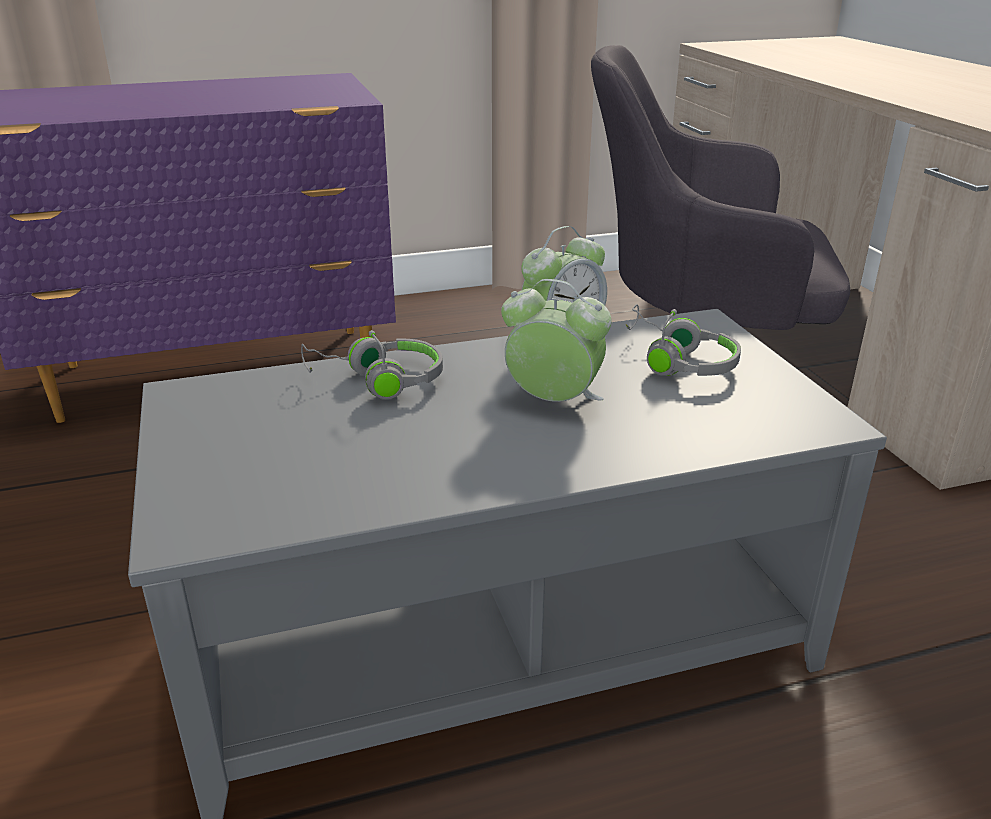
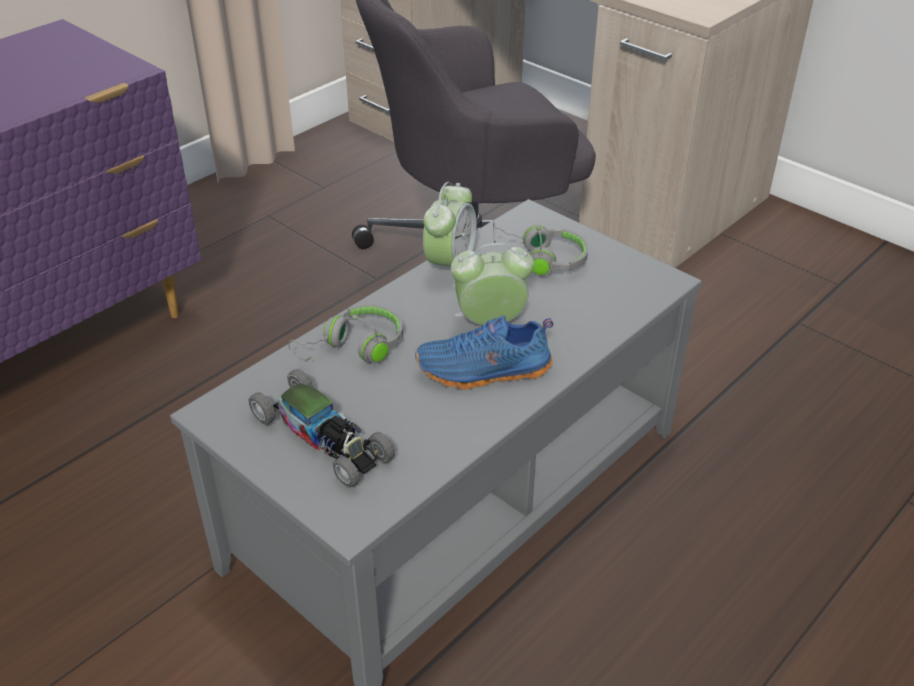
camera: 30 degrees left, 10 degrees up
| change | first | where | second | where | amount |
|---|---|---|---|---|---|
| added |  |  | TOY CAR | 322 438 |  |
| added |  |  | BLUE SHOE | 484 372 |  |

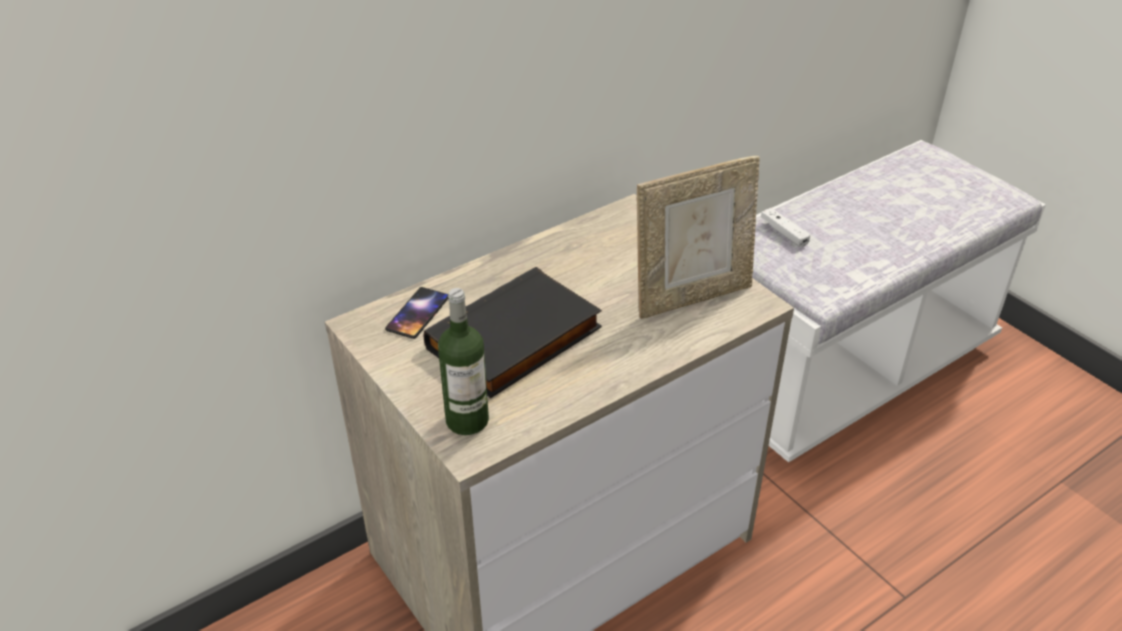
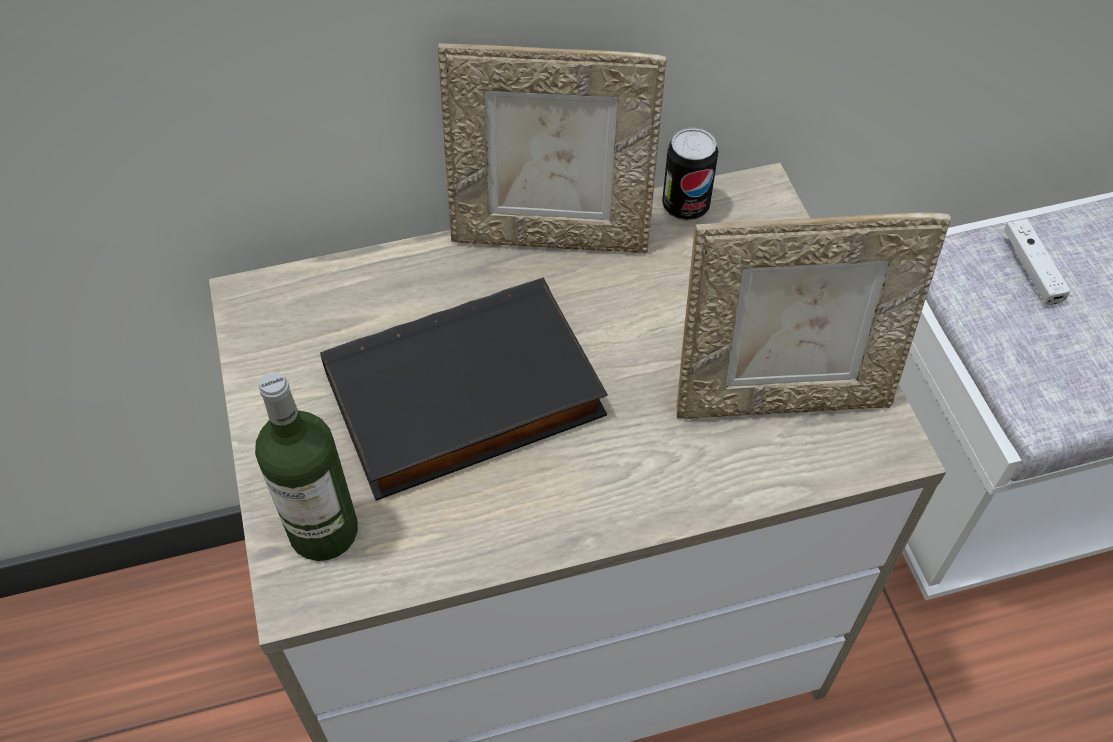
camera: 20 degrees right, 15 degrees up
| change | first | where | second | where | amount |
|---|---|---|---|---|---|
| added |  |  | PICTURE FRAME | 551 235 |  |
| added |  |  | CAN | 685 206 |  |
| removed | PHONE | 418 313 |  |  |  |

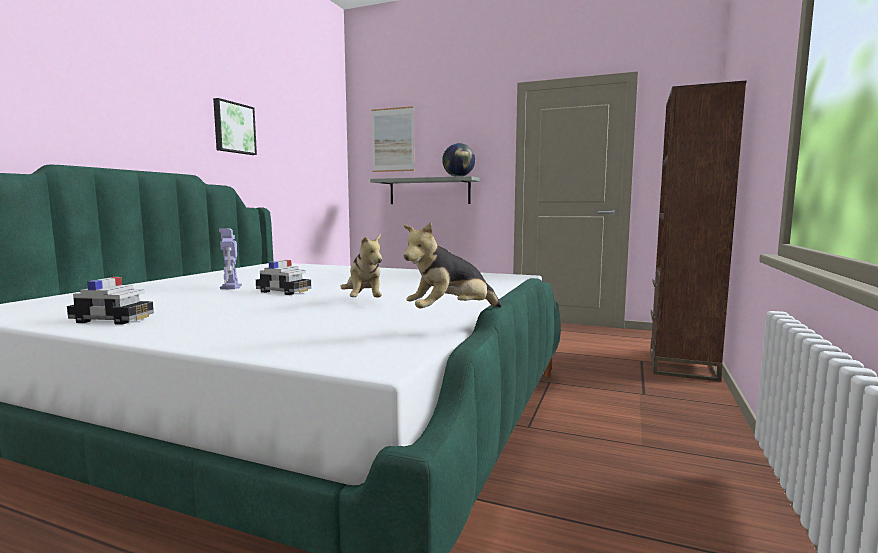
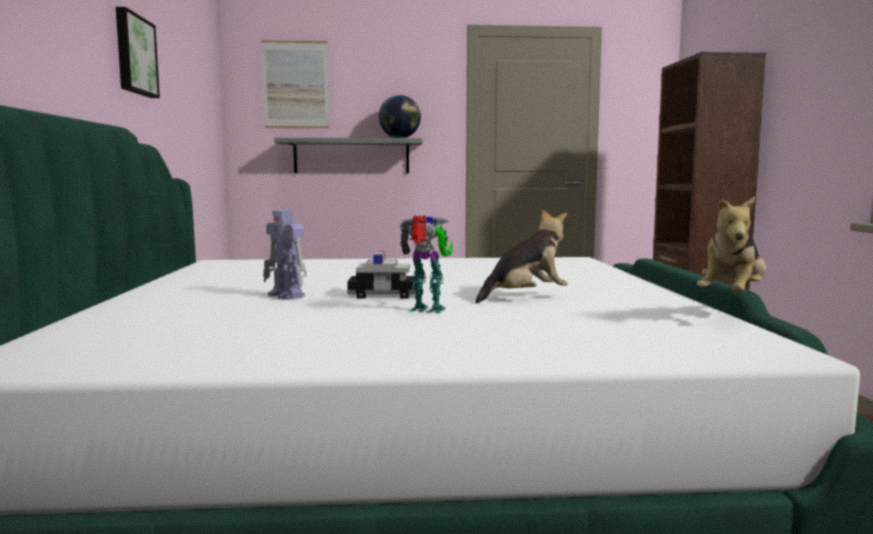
camera: 25 degrees left, 0 degrees up
| change | first | where | second | where | amount |
|---|---|---|---|---|---|
| added |  |  | TOY ROBOT | 428 310 |  |
| turned | PLUSH TOY | 364 301 |  | 525 297 | 75 degrees counterclockwise |
| removed | TOY CAR | 112 319 |  |  |  |

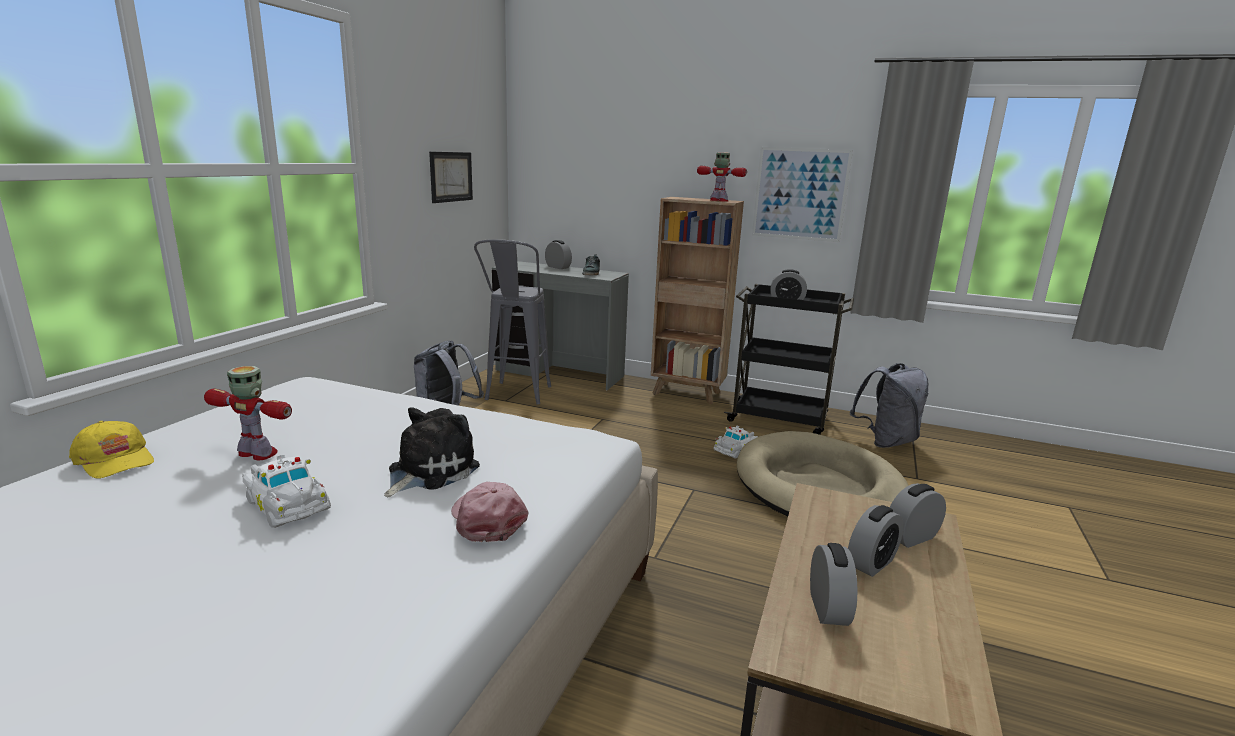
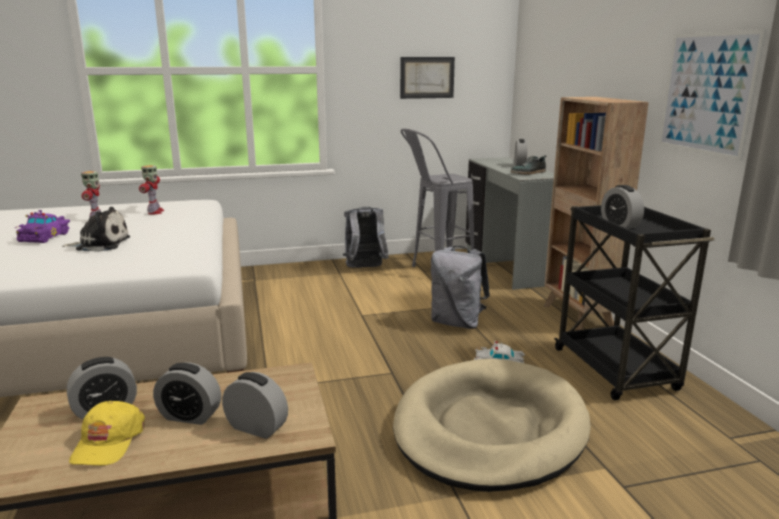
camera: 55 degrees right, 0 degrees up
| change | first | where | second | where | amount |
|---|---|---|---|---|---|
| recoloured | WHITE TOY CAR | 288 503 | PURPLE TOY CAR | 46 237 |  |
| moved | YELLOW CAP | 115 460 |  | 108 442 |  |
| moved | TOY ROBOT | 719 201 |  | 155 212 |  |
| moved | GREY BACKPACK | 886 441 |  | 457 323 |  |
| removed | PINK CAP | 487 519 |  |  |  |

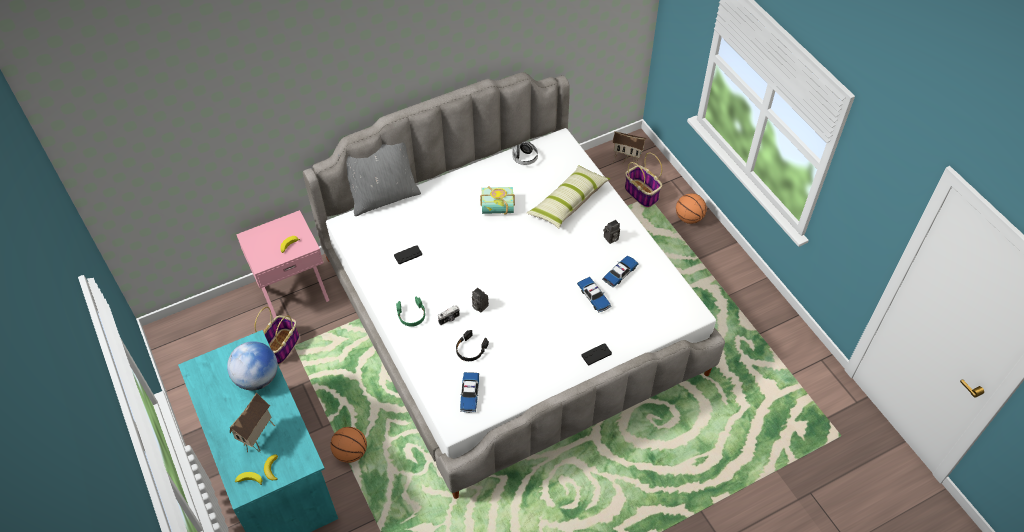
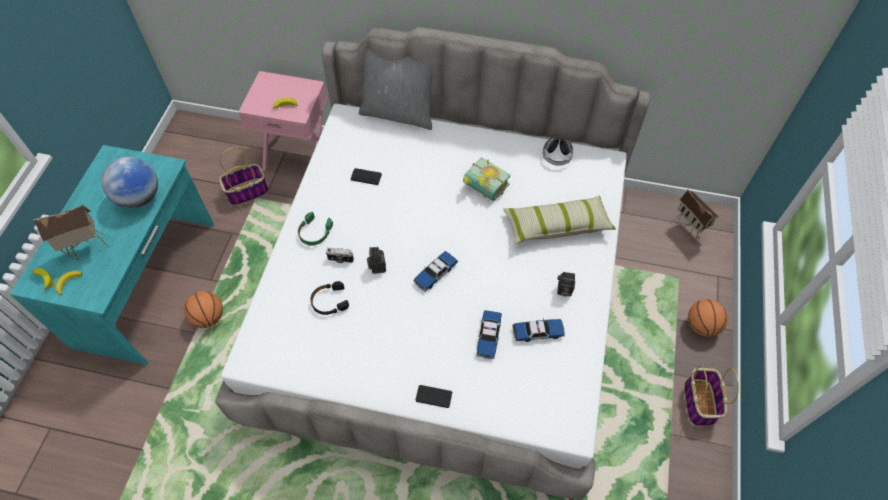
camera: 40 degrees right, 5 degrees up
| change | first | where | second | where | amount |
|---|---|---|---|---|---|
| moved | TOY CAR | 469 394 |  | 435 273 |  |
| moved | BASKET | 642 194 |  | 700 403 |  |

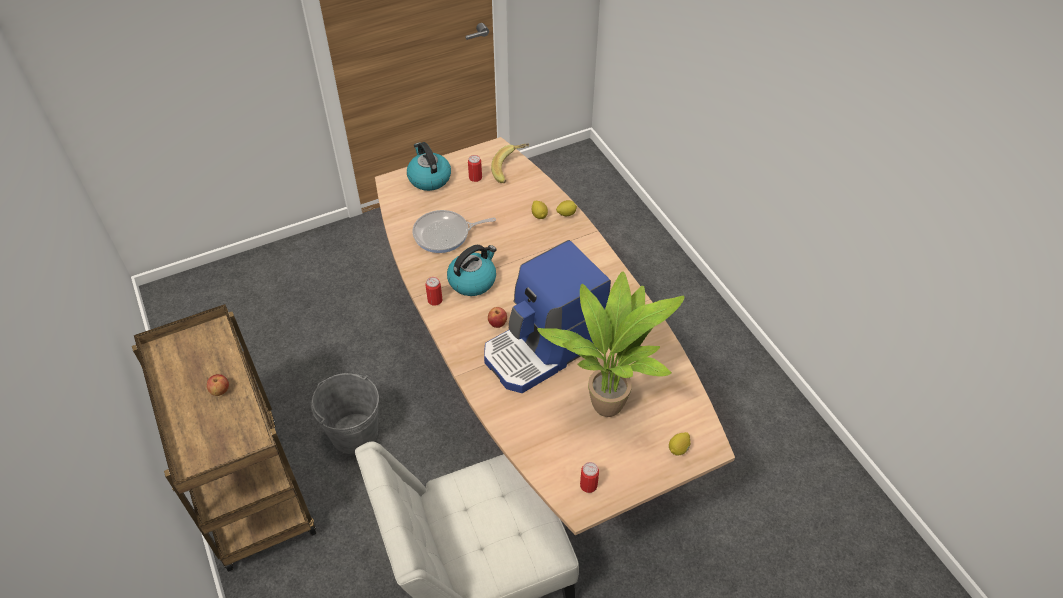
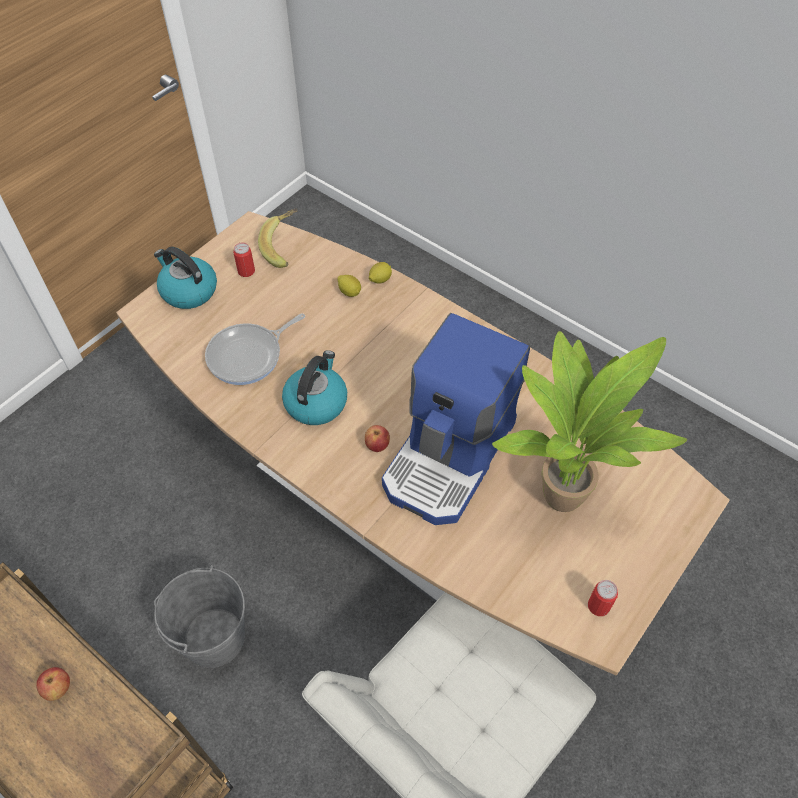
camera: 25 degrees left, 5 degrees up
| change | first | where | second | where | amount |
|---|---|---|---|---|---|
| removed | CAN | 435 300 |  |  |  |
| removed | LEMON | 678 449 |  |  |  |

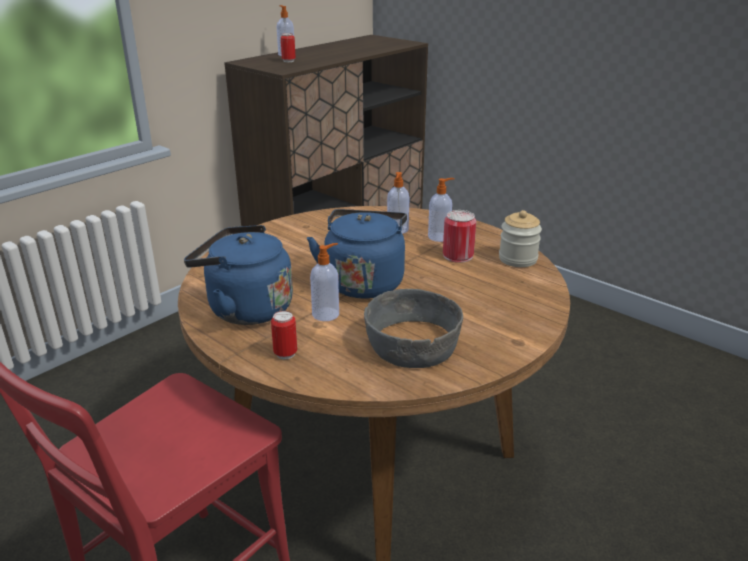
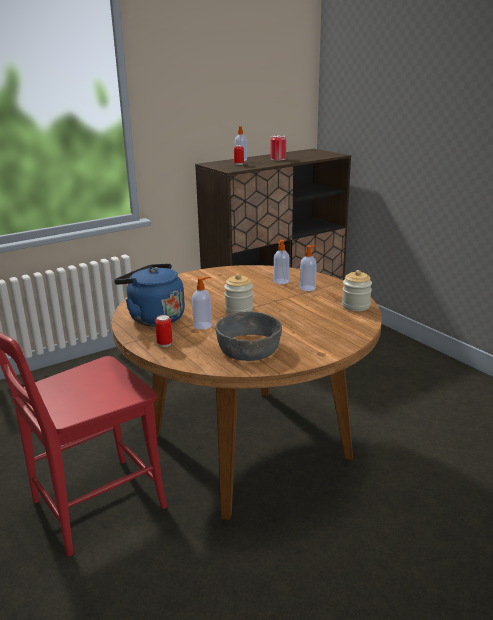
camera: 15 degrees right, 5 degrees down
| change | first | where | second | where | amount |
|---|---|---|---|---|---|
| replaced | BLUE KETTLE | 364 282 | JAR | 239 310 |  |
| moved | CAN | 458 255 |  | 278 159 |  |

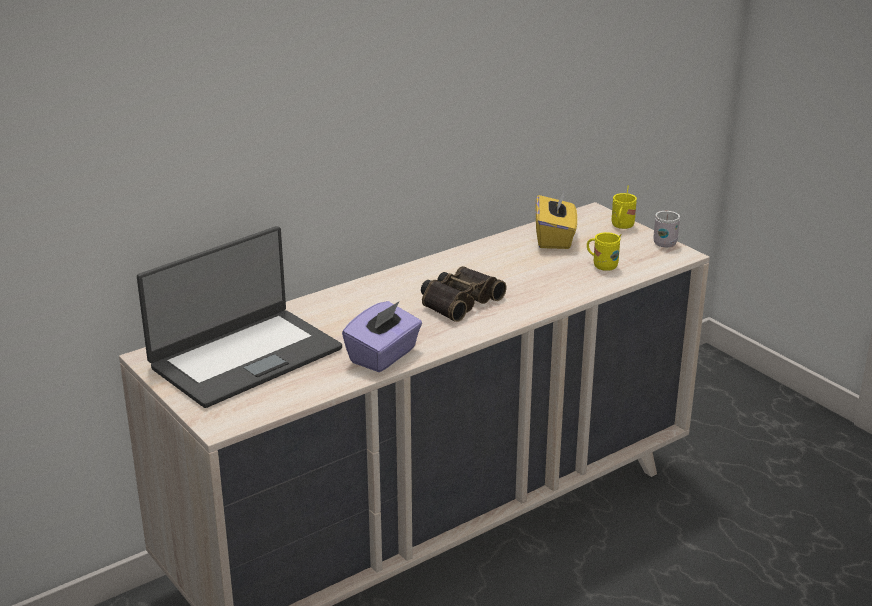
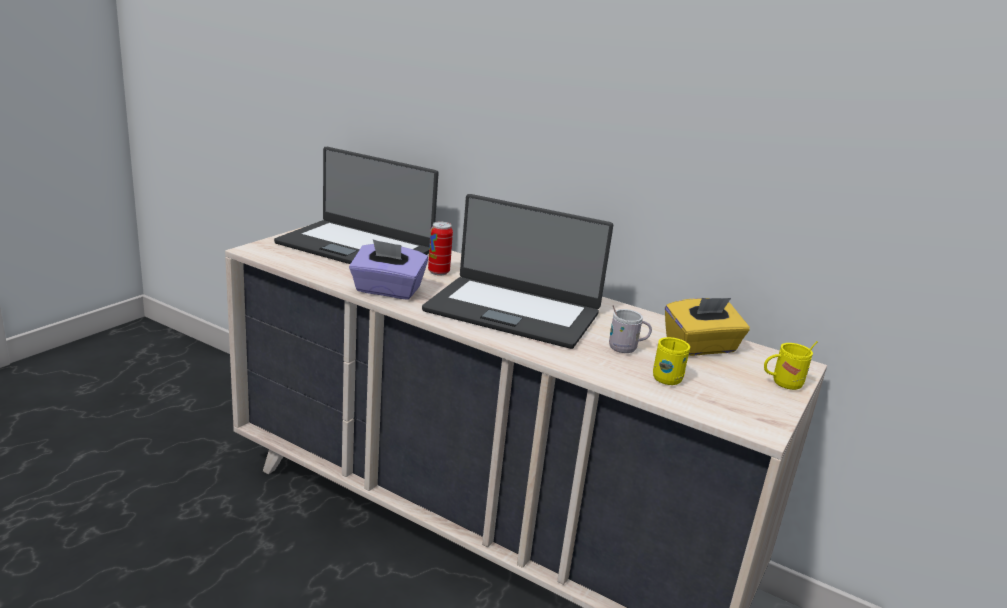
camera: 65 degrees right, 5 degrees down
| change | first | where | second | where | amount |
|---|---|---|---|---|---|
| replaced | BINOCULARS | 458 301 | LAPTOP | 513 311 |  |
| added |  |  | CAN | 438 272 |  |
| moved | WHITE MUG | 665 242 |  | 626 349 |  |

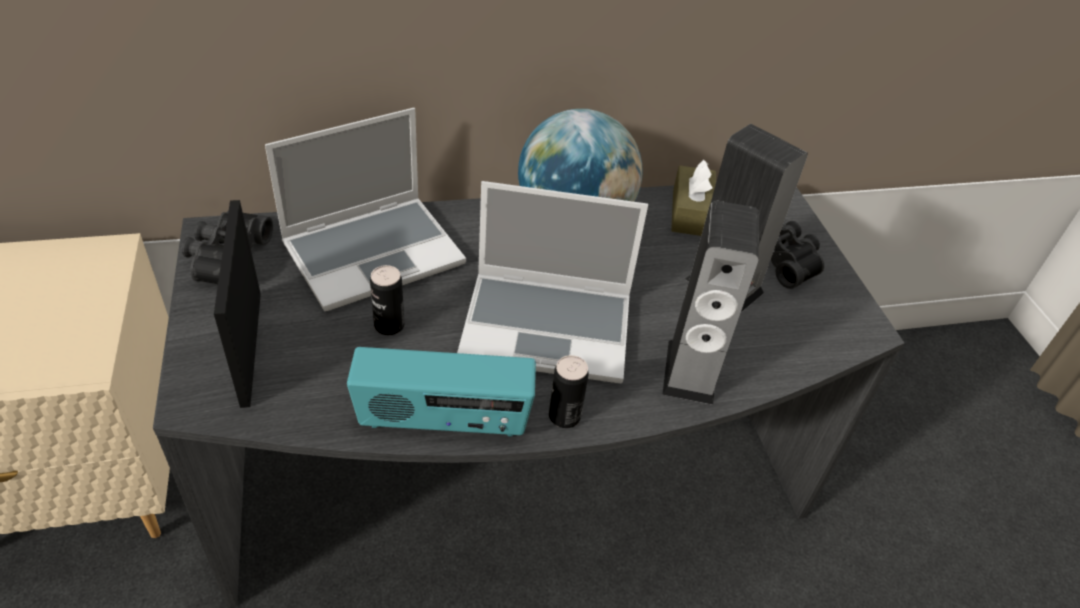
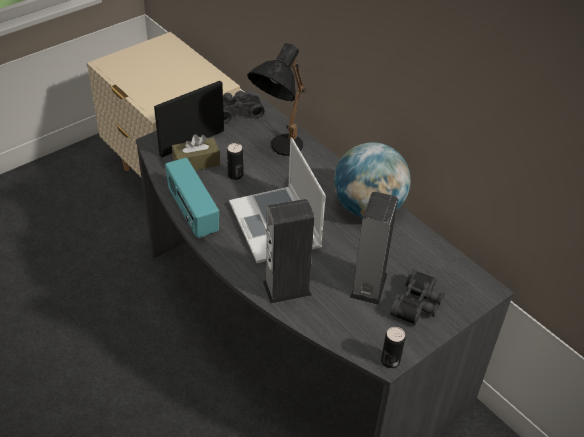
camera: 65 degrees right, 0 degrees up
| change | first | where | second | where | amount |
|---|---|---|---|---|---|
| moved | BROWN TISSUE BOX | 690 212 |  | 196 162 |  |
| replaced | LAPTOP | 375 252 | BLACK TABLE LAMP | 278 151 |  |
| moved | CAN | 564 416 |  | 390 361 |  |

